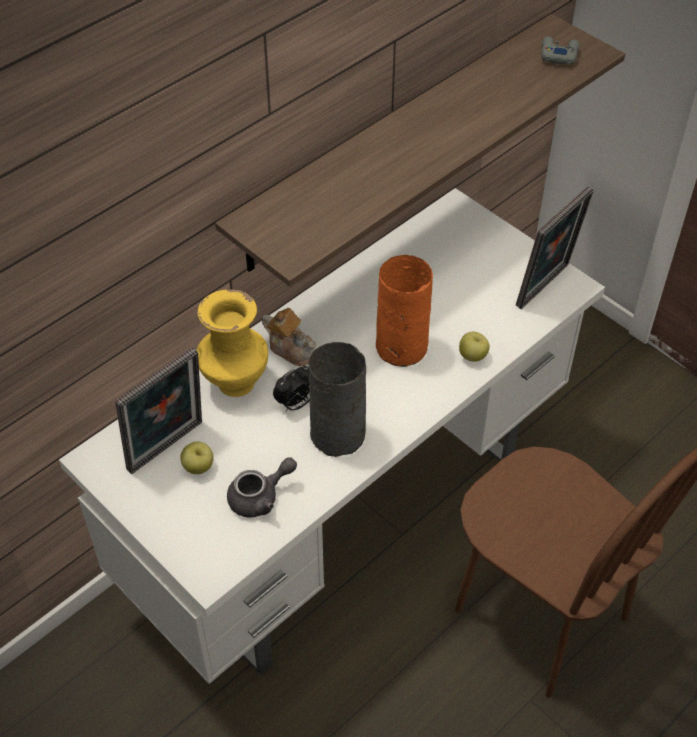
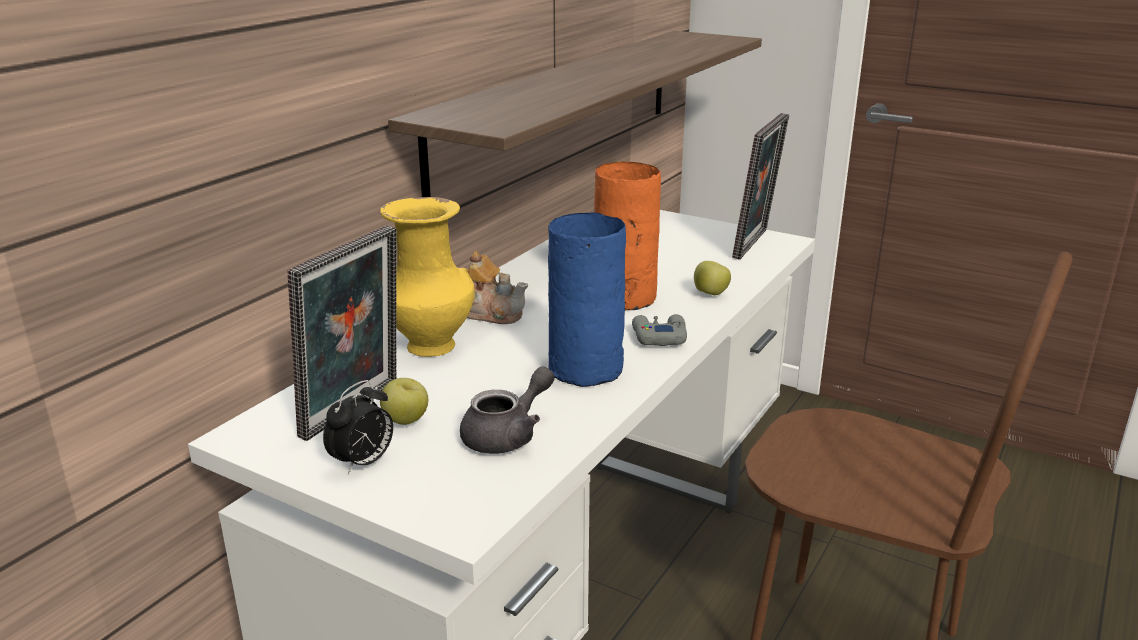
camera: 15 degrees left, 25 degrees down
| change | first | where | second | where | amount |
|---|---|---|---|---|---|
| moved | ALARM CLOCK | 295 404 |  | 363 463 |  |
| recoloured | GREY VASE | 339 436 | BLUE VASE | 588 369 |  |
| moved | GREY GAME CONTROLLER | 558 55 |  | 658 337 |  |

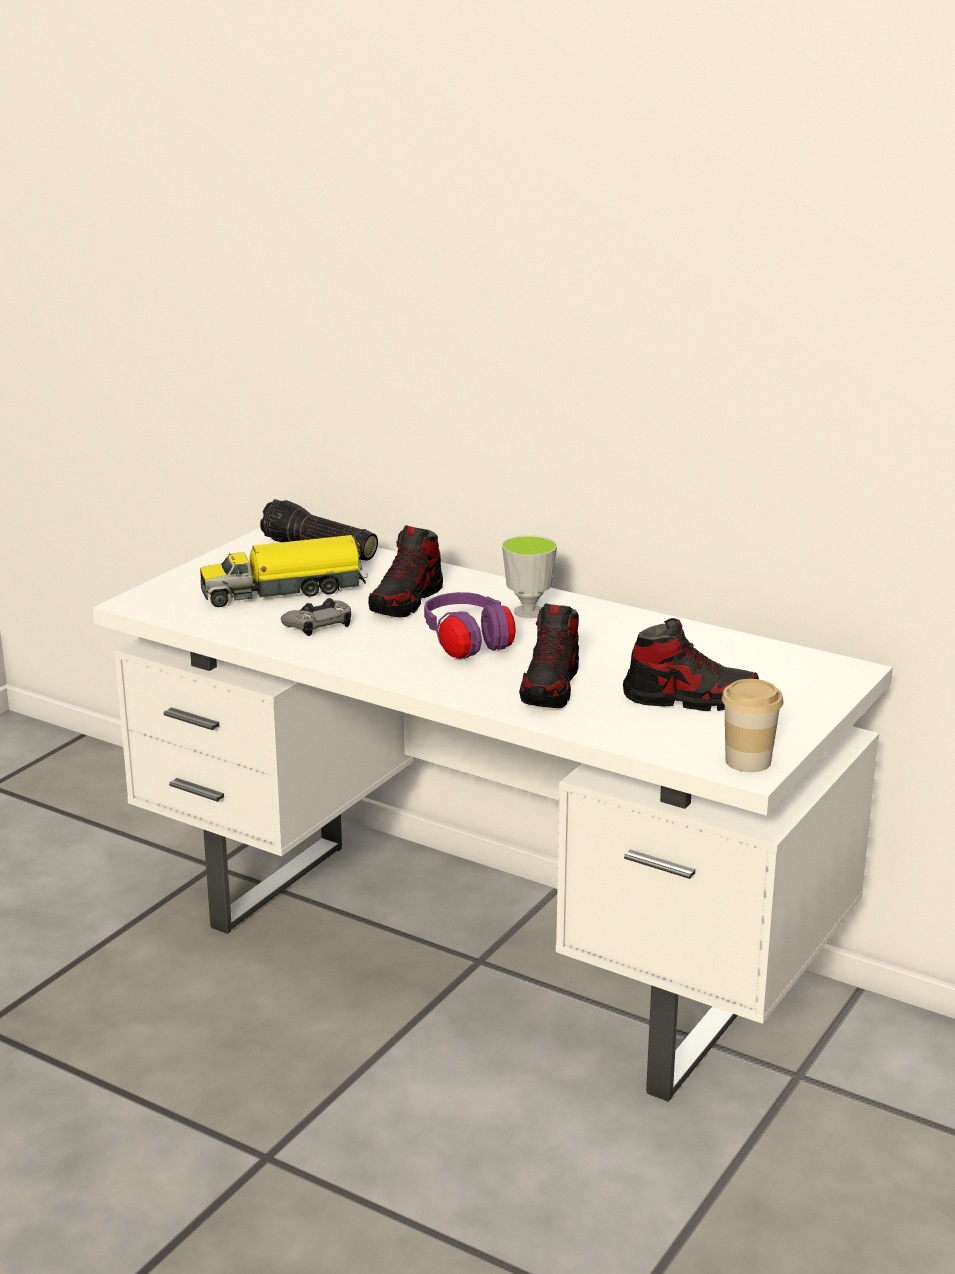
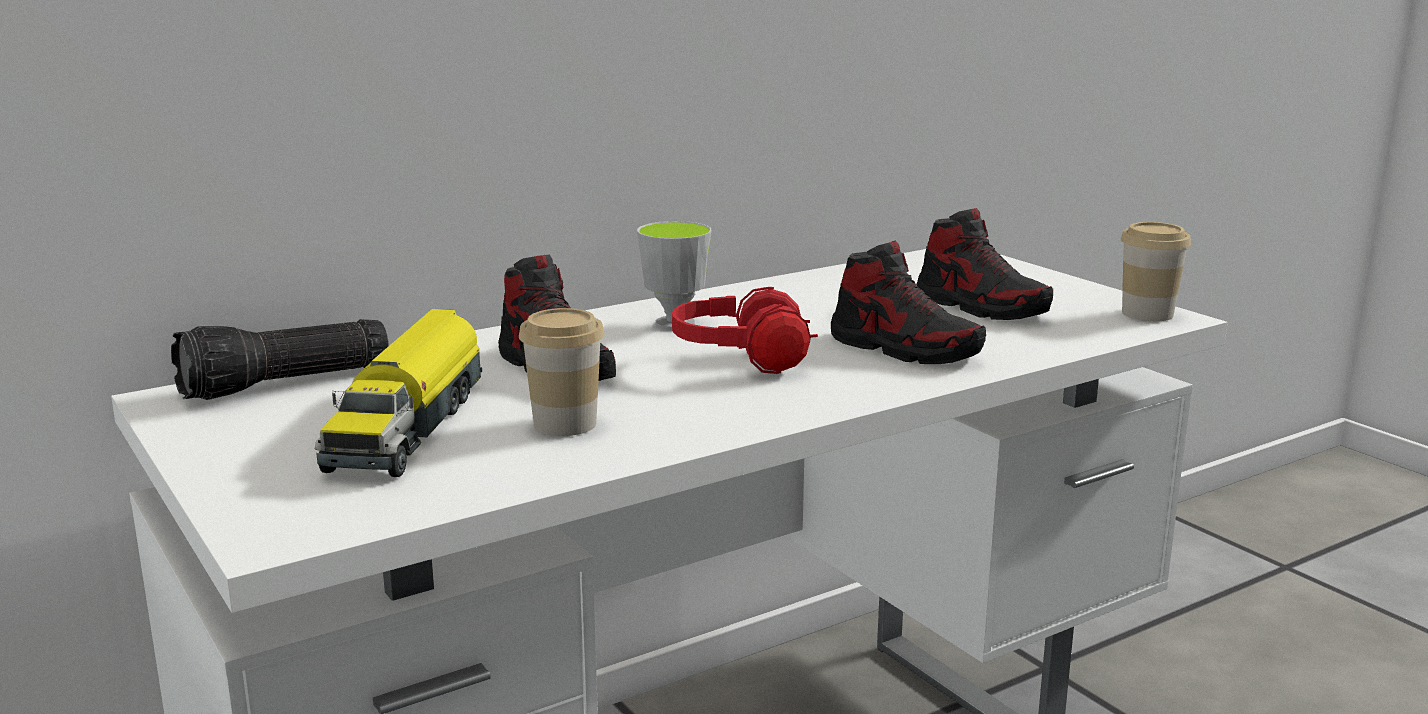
camera: 65 degrees left, 5 degrees down
| change | first | where | second | where | amount |
|---|---|---|---|---|---|
| replaced | GREY GAME CONTROLLER | 318 624 | CUP | 565 424 |  |
| recoloured | PURPLE HEADPHONES | 467 646 | RED HEADPHONES | 743 363 |  |
| turned | SHOE | 689 698 |  | 981 307 | 105 degrees clockwise |

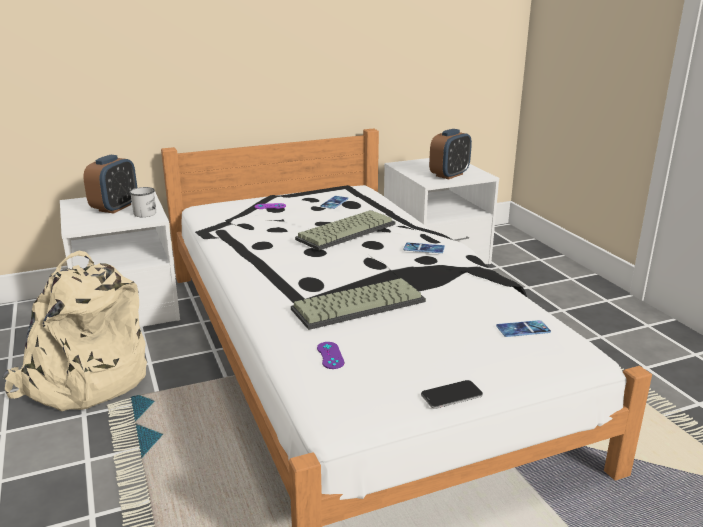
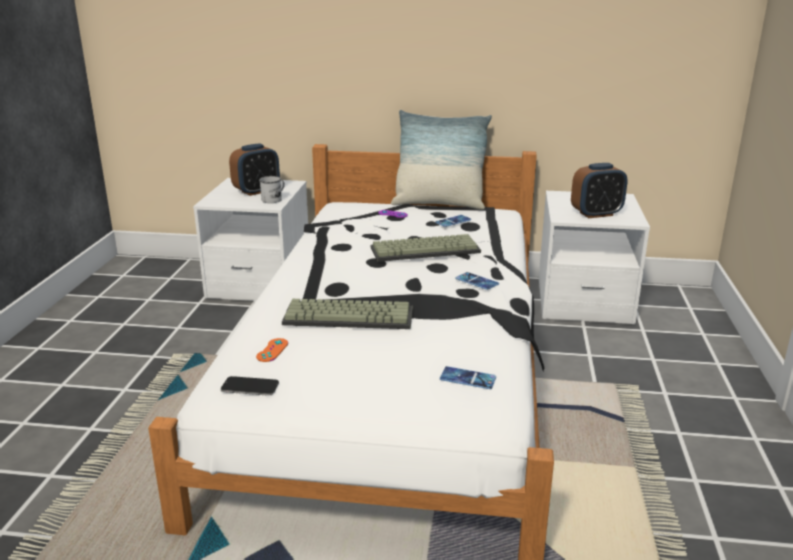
camera: 30 degrees right, 0 degrees up
| change | first | where | second | where | amount |
|---|---|---|---|---|---|
| moved | PHONE | 451 395 |  | 250 387 |  |
| recoloured | PURPLE GAME CONTROLLER | 330 355 | ORANGE GAME CONTROLLER | 272 350 |  |
| added |  |  | PILLOW | 439 204 |  |
| removed | BEIGE BACKPACK | 84 380 |  |  |  |

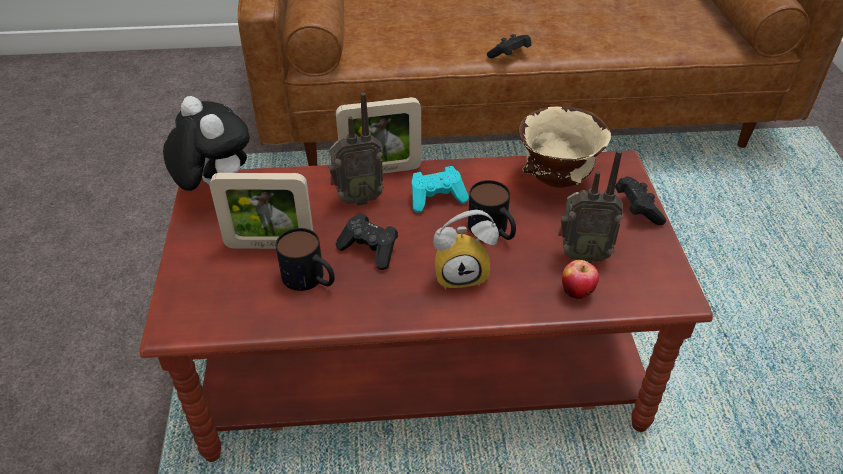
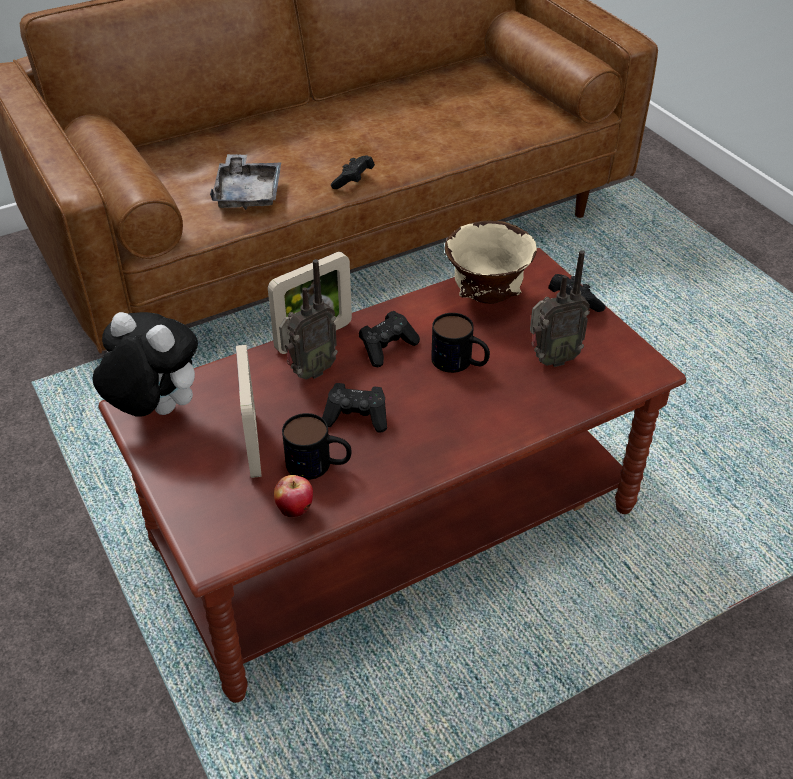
camera: 25 degrees left, 0 degrees up
| change | first | where | second | where | amount |
|---|---|---|---|---|---|
| added |  |  | GREY TRAY | 248 193 |  |
| turned | PICTURE FRAME | 270 245 |  | 253 445 | 75 degrees counterclockwise |
| moved | APPLE | 577 292 |  | 295 509 |  |
| recoloured | TURQUOISE GAME CONTROLLER | 437 198 | BLACK GAME CONTROLLER | 387 348 |  |
| removed | ALARM CLOCK | 462 273 |  |  |  |

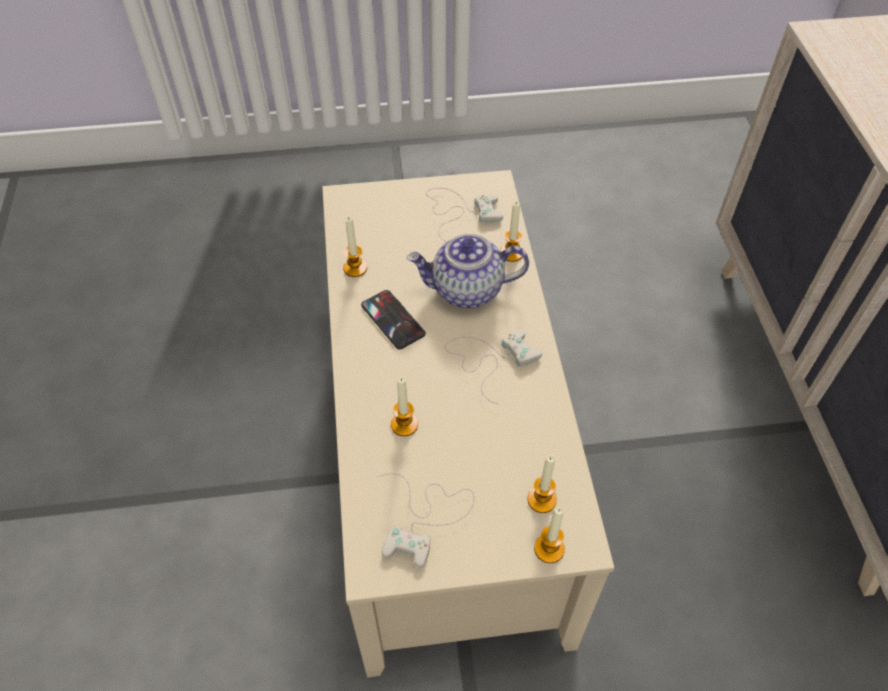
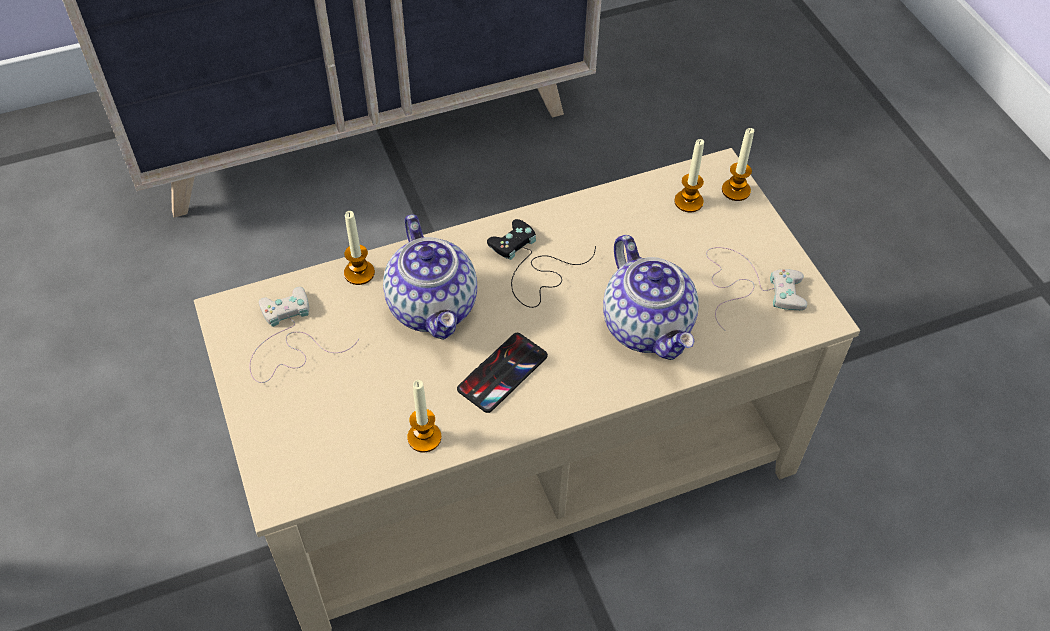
camera: 105 degrees left, 0 degrees up
| change | first | where | second | where | amount |
|---|---|---|---|---|---|
| recoloured | WHITE GAME CONTROLLER | 490 359 | BLACK GAME CONTROLLER | 533 267 |  |
| replaced | CANDLE | 404 424 | TEAPOT | 648 327 |  |

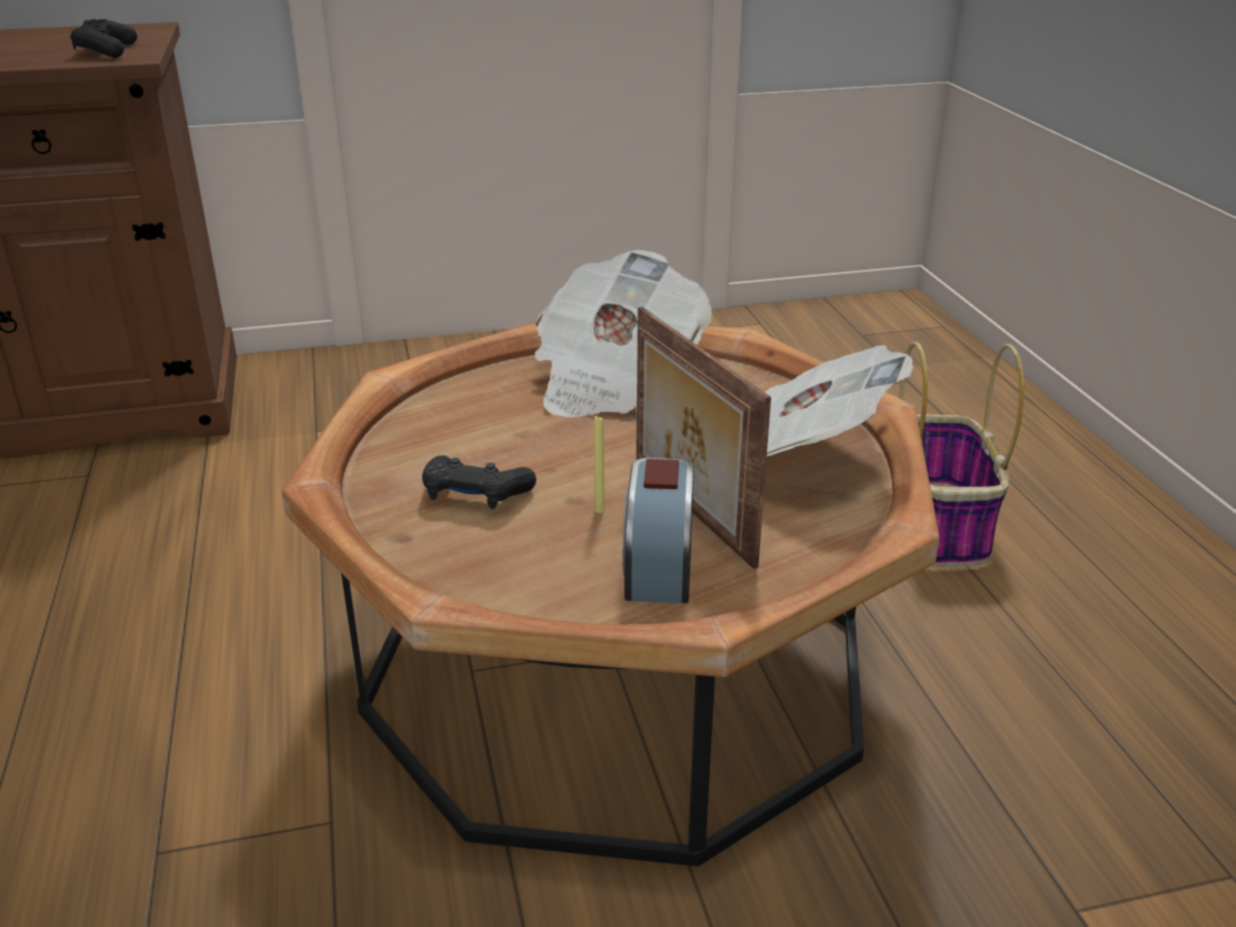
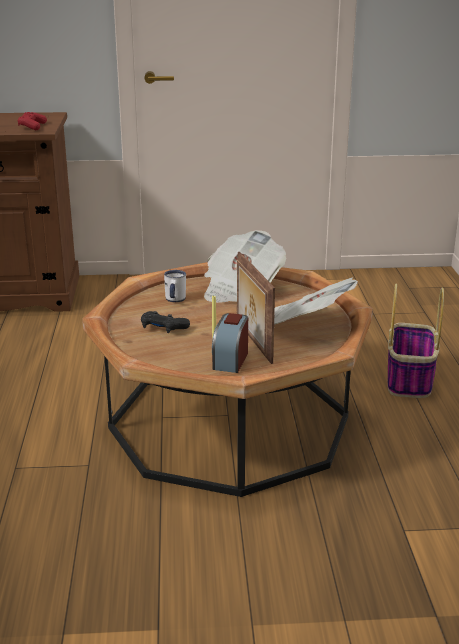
camera: 10 degrees right, 5 degrees down
| change | first | where | second | where | amount |
|---|---|---|---|---|---|
| recoloured | BLACK GAME CONTROLLER | 106 51 | RED GAME CONTROLLER | 32 126 |  |
| added |  |  | WHITE MUG | 174 300 |  |

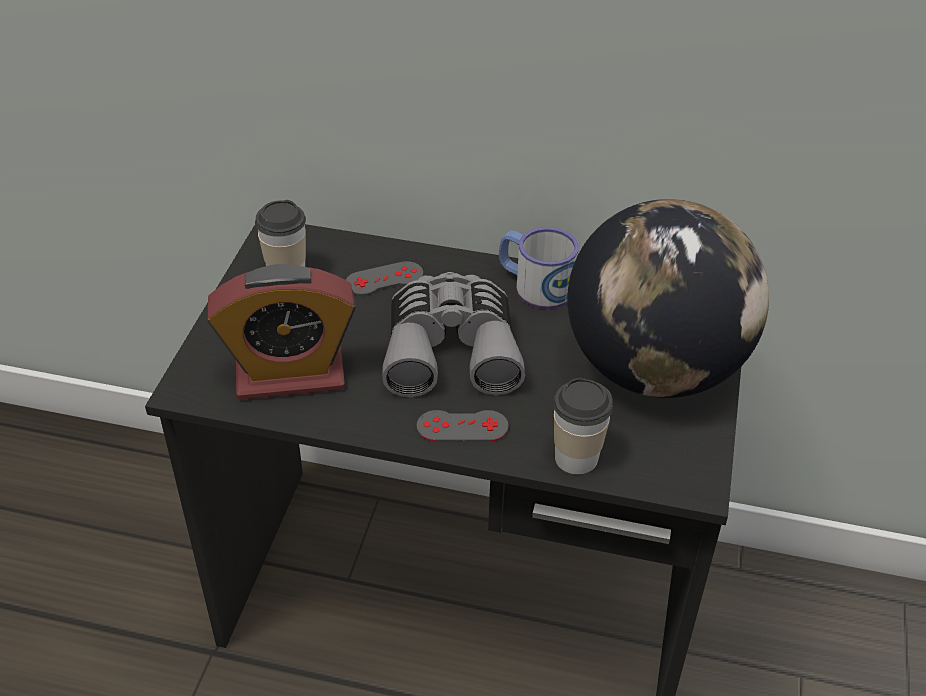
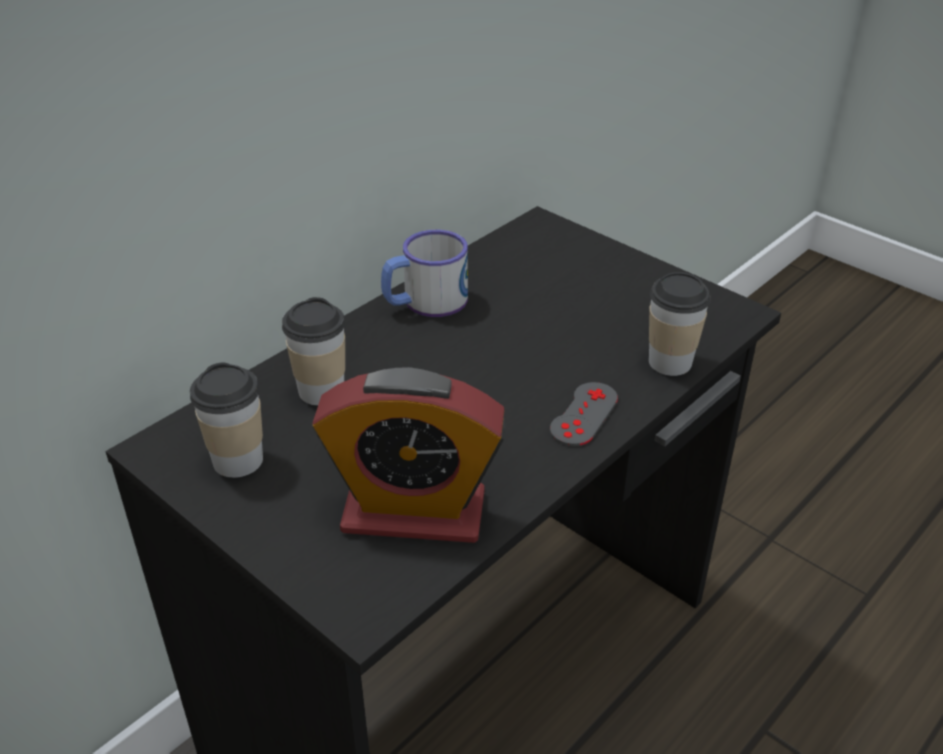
camera: 60 degrees left, 5 degrees down
| change | first | where | second | where | amount |
|---|---|---|---|---|---|
| replaced | GREY GAME CONTROLLER | 384 279 | CUP | 321 391 |  |
| turned | ALARM CLOCK | 290 375 |  | 413 512 | 75 degrees clockwise |
| removed | GREY BINOCULARS | 451 349 |  |  |  |
| removed | GLOBE | 654 369 |  |  |  |

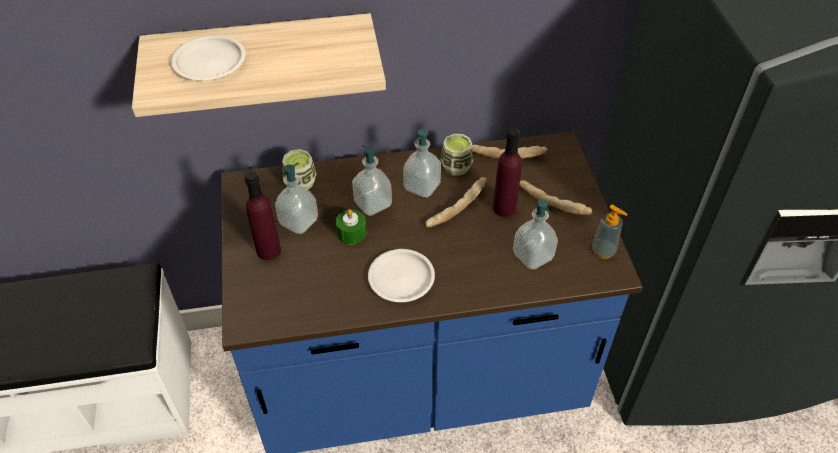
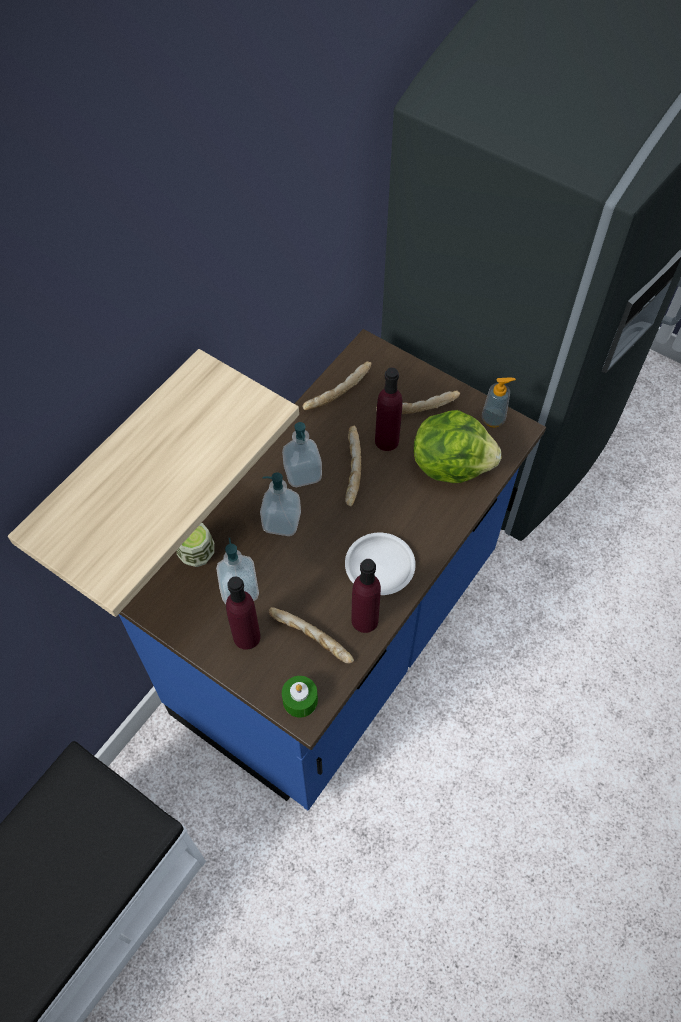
camera: 45 degrees left, 10 degrees up
| change | first | where | second | where | amount |
|---|---|---|---|---|---|
| added |  |  | BREAD | 311 640 |  |
| moved | GREEN CANDLE | 351 233 |  | 300 700 |  |
| added |  |  | PURPLE BOTTLE | 364 620 |  |
| replaced | SOAP DISPENSER | 533 256 | LETTUCE | 451 464 |  |
| removed | WHITE PLATE | 209 62 |  |  |  |
| removed | CUP | 456 167 |  |  |  |

